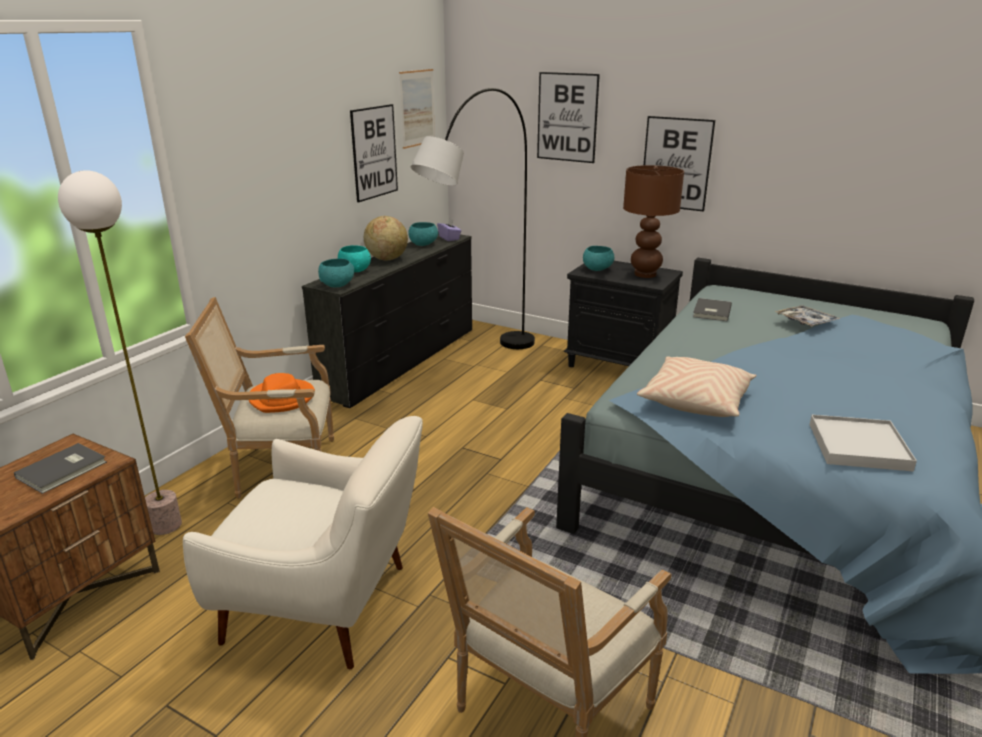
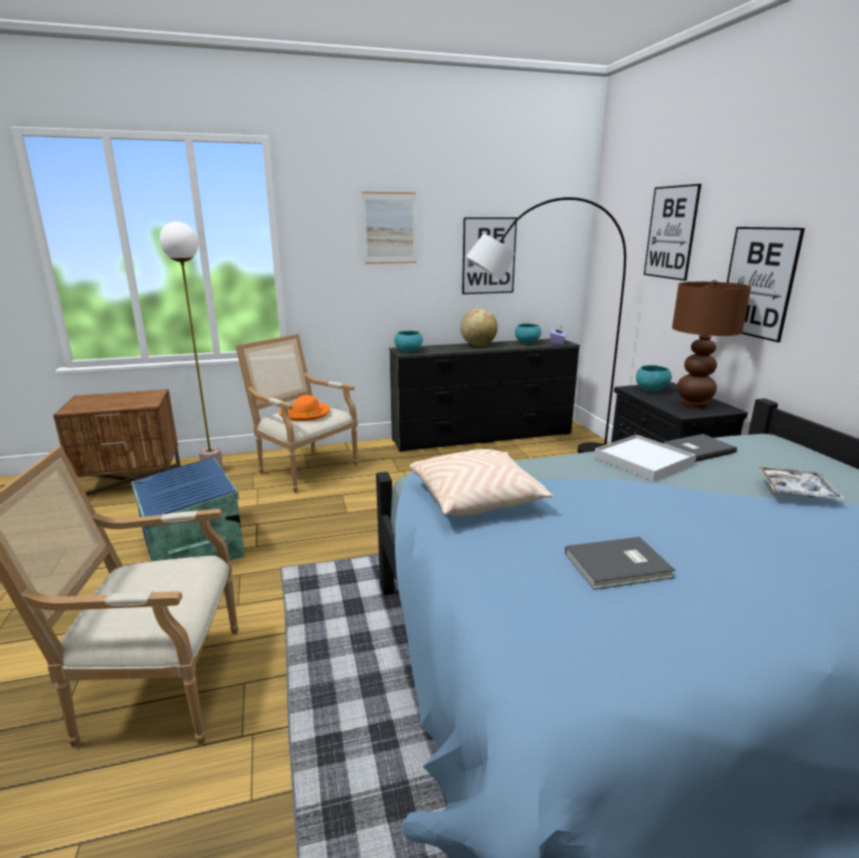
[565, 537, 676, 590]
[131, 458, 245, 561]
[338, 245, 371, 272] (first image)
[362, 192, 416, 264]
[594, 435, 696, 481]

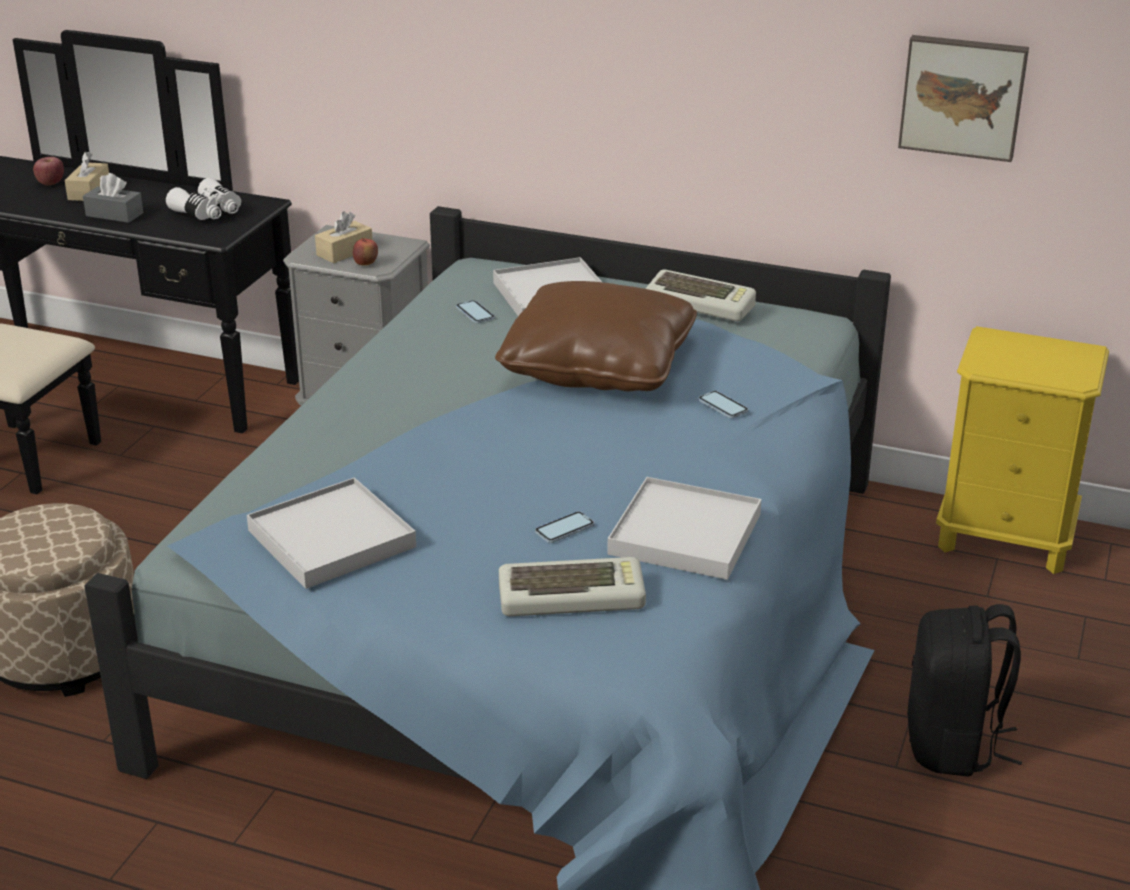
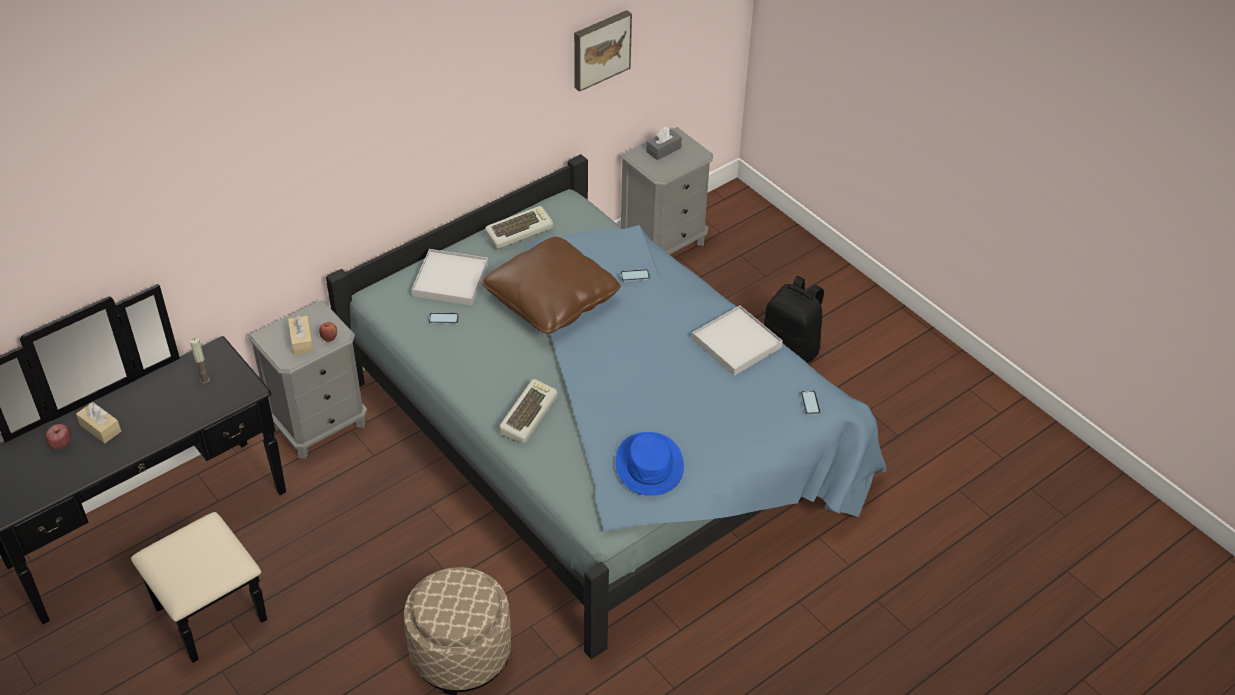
[646, 127, 682, 160]
[190, 337, 210, 384]
[616, 432, 684, 496]
[500, 379, 558, 443]
[800, 390, 821, 415]
[621, 127, 713, 254]

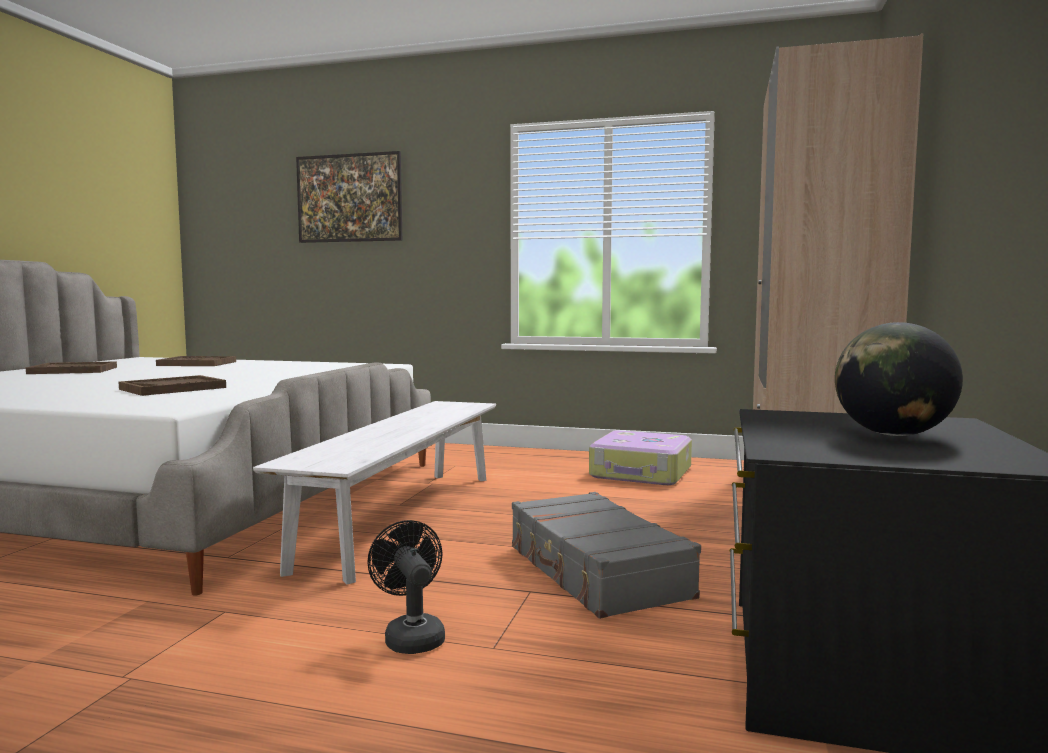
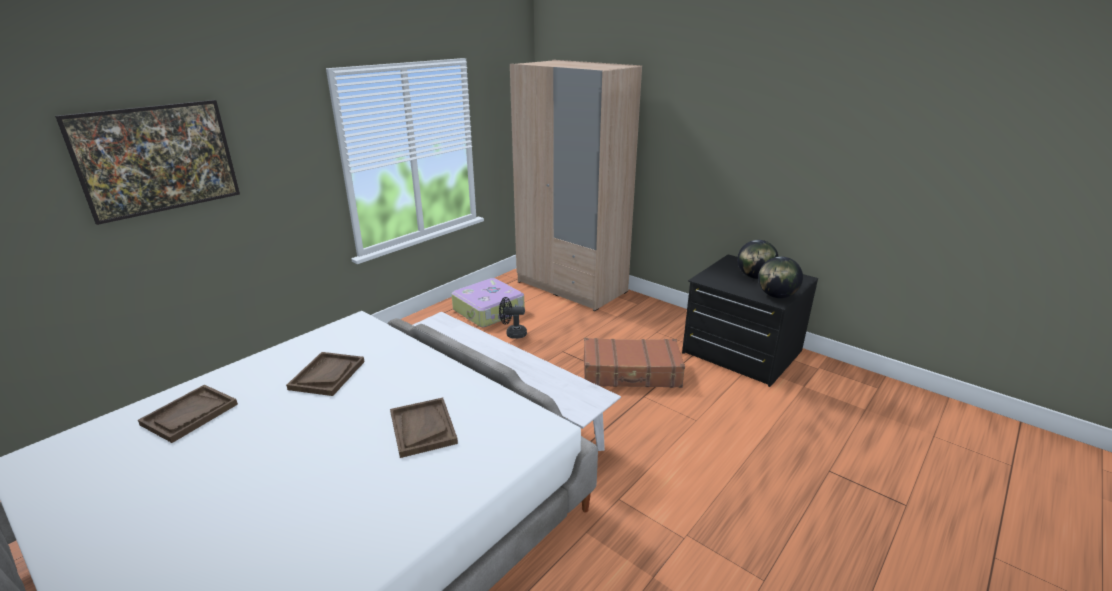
[286, 352, 365, 396]
[499, 297, 527, 339]
[584, 338, 685, 388]
[758, 257, 803, 298]

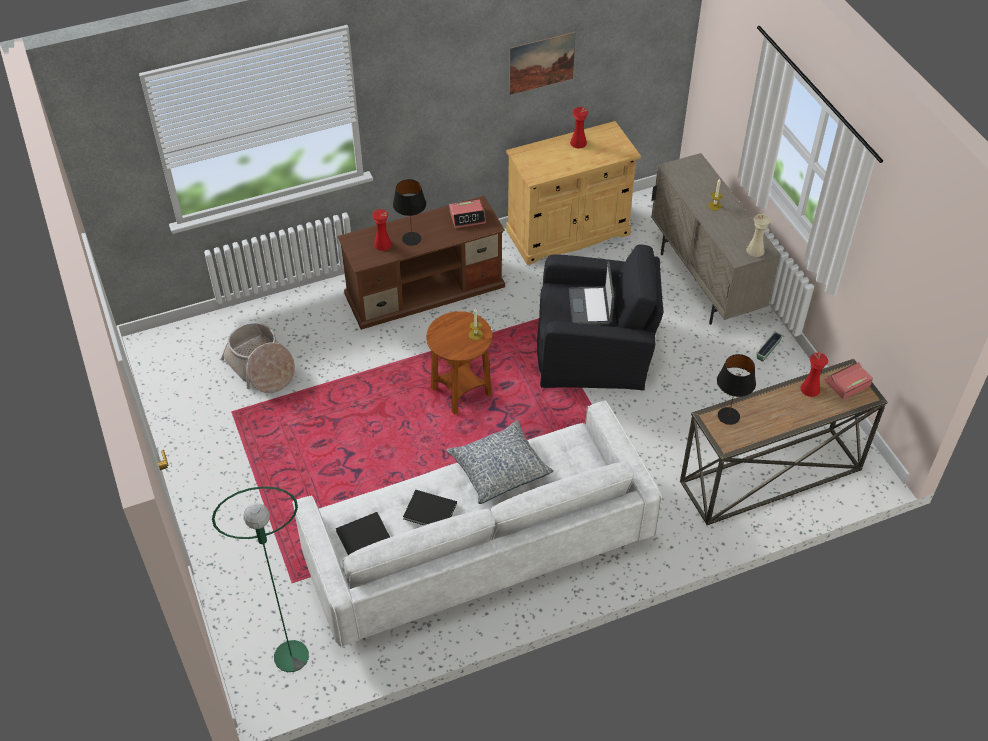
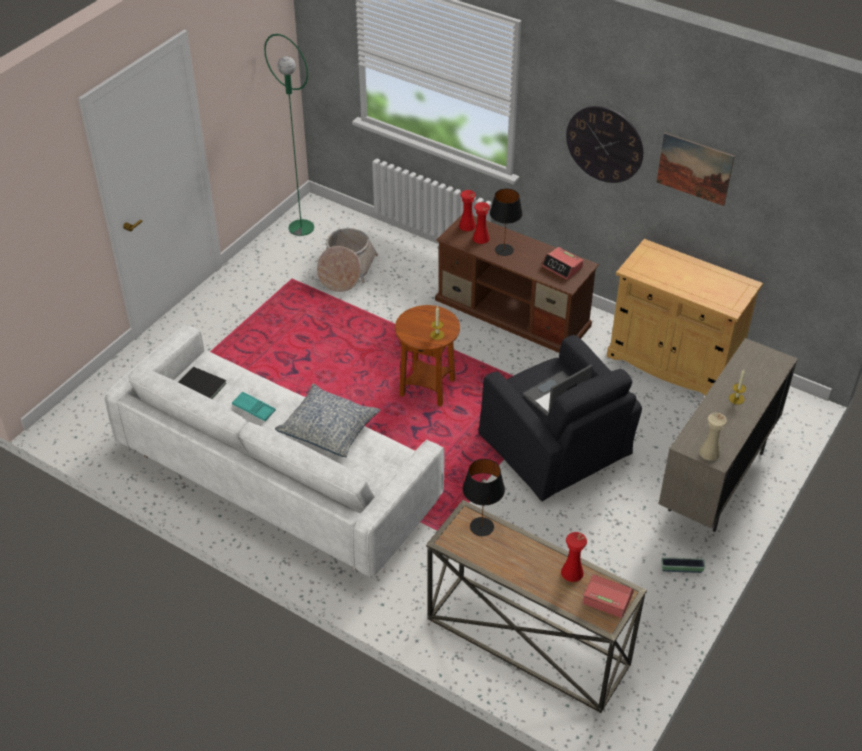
[264, 34, 314, 236]
[232, 392, 276, 421]
[459, 190, 476, 231]
[566, 106, 643, 183]

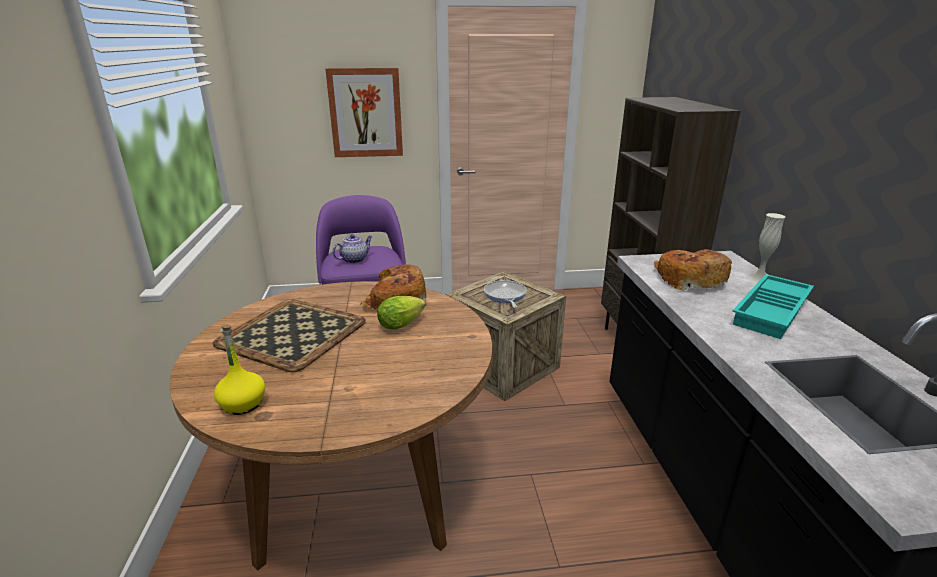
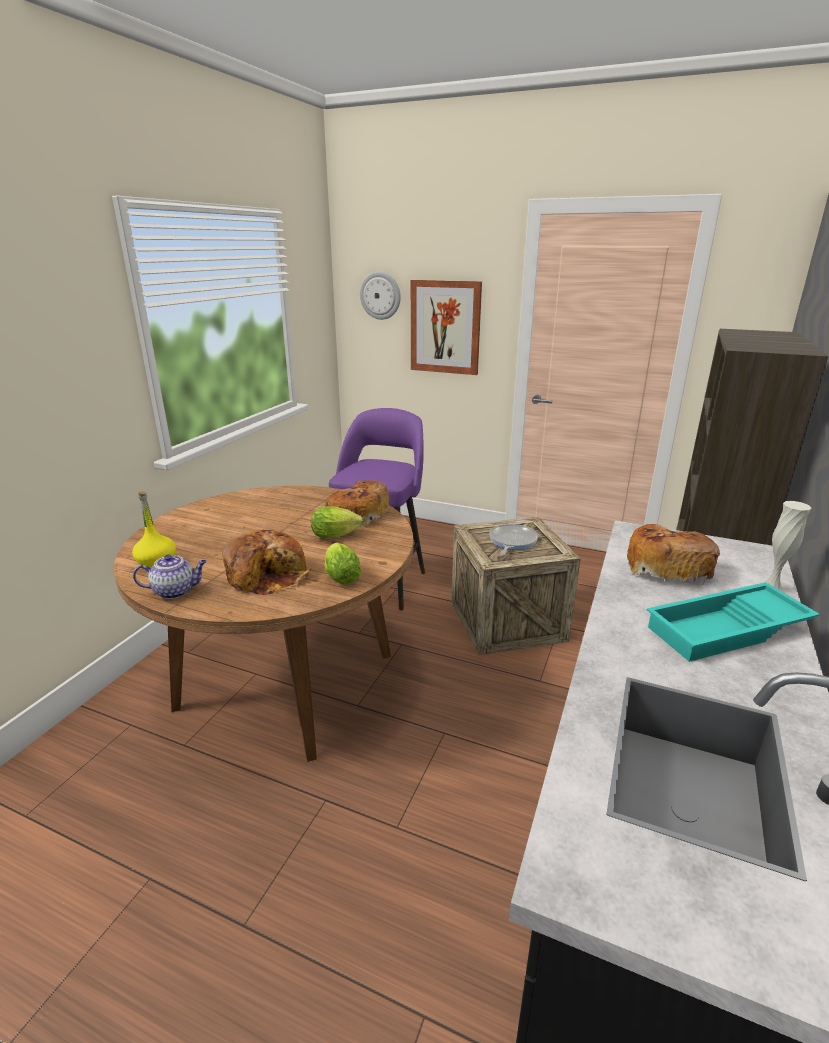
[213, 299, 366, 372] (first image)
[133, 554, 207, 599]
[222, 530, 311, 596]
[325, 542, 361, 584]
[360, 272, 401, 320]

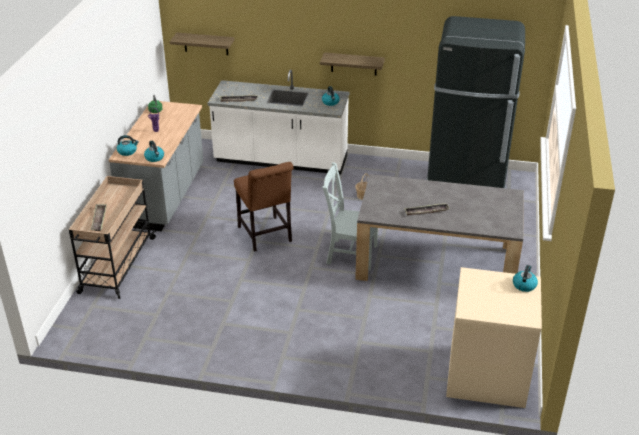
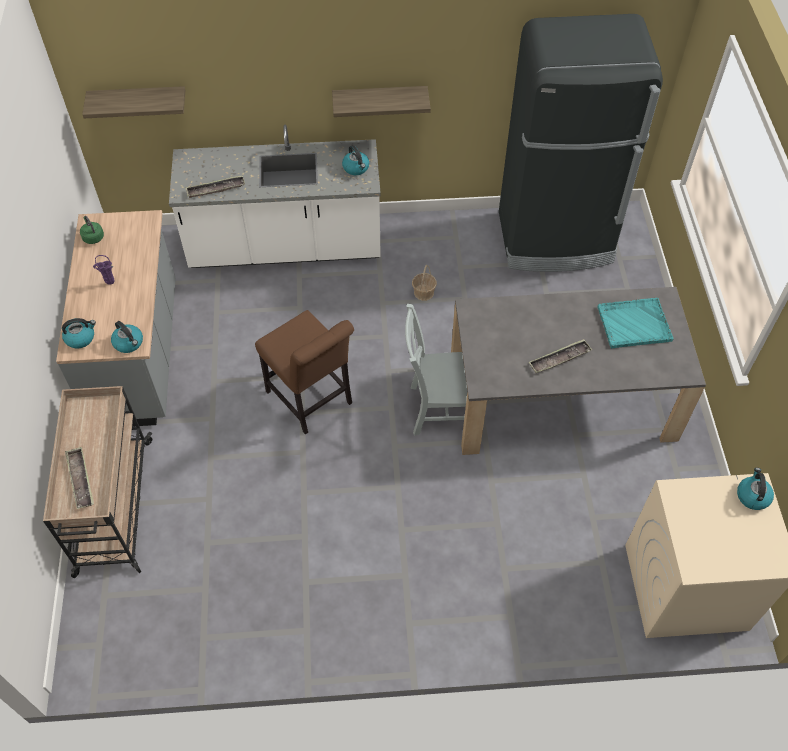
[598, 298, 674, 349]

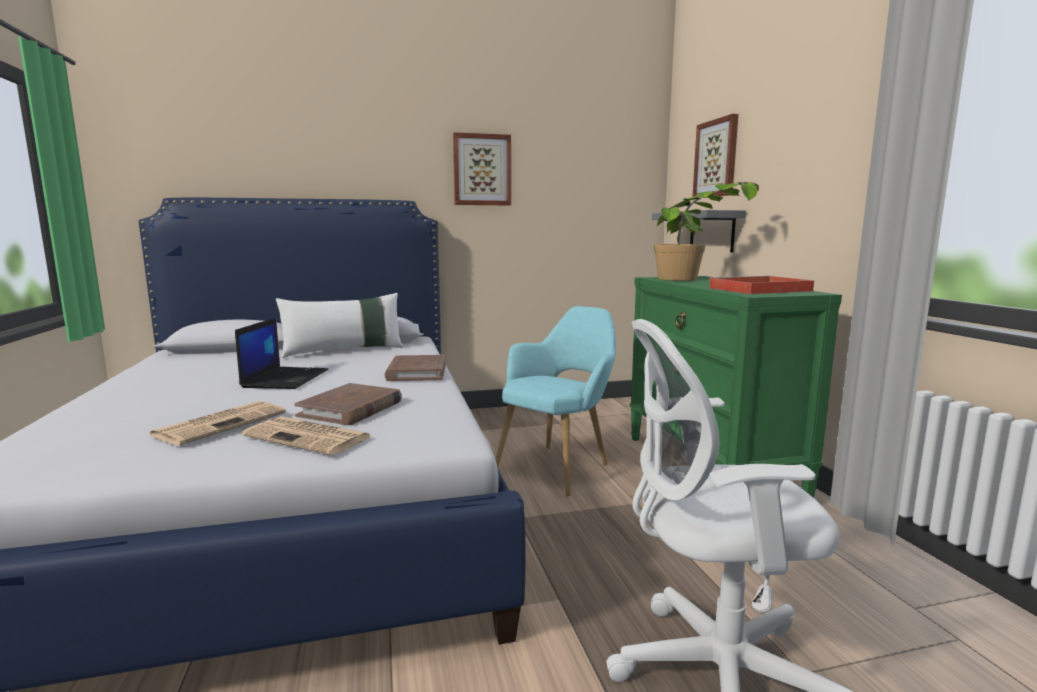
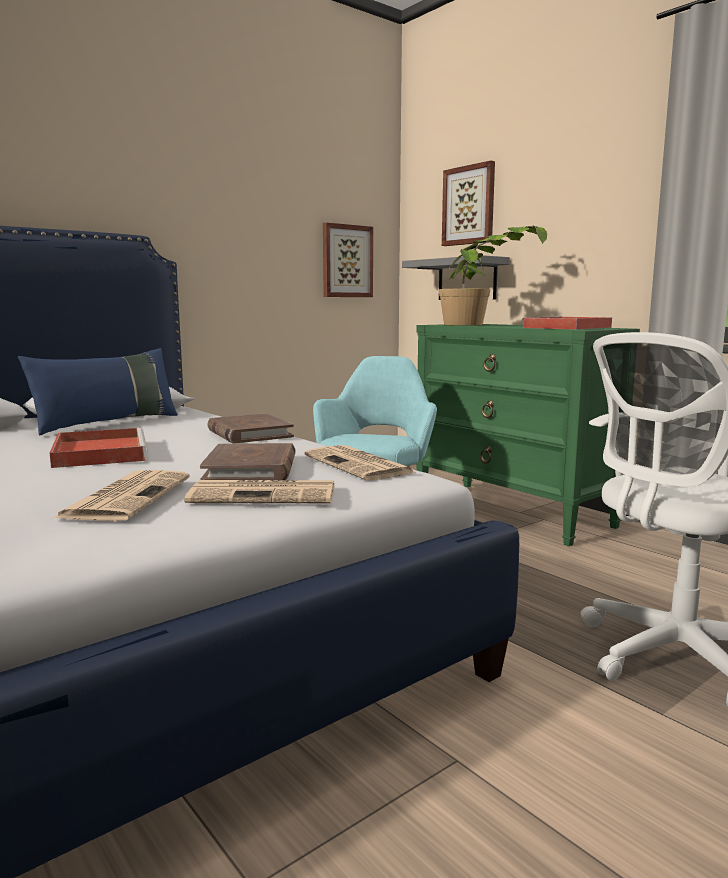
[50, 428, 147, 468]
[18, 348, 178, 435]
[323, 222, 373, 297]
[305, 445, 417, 480]

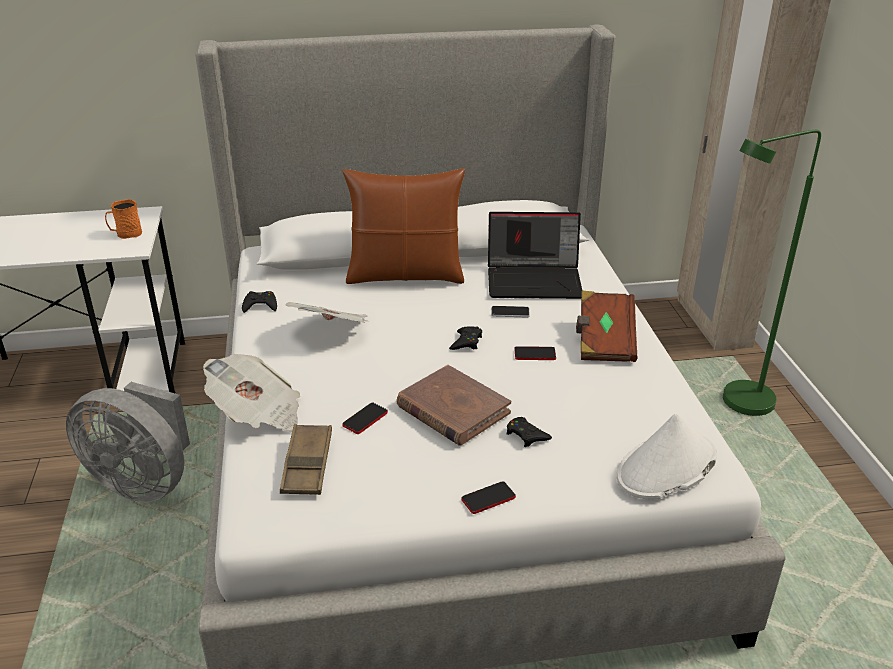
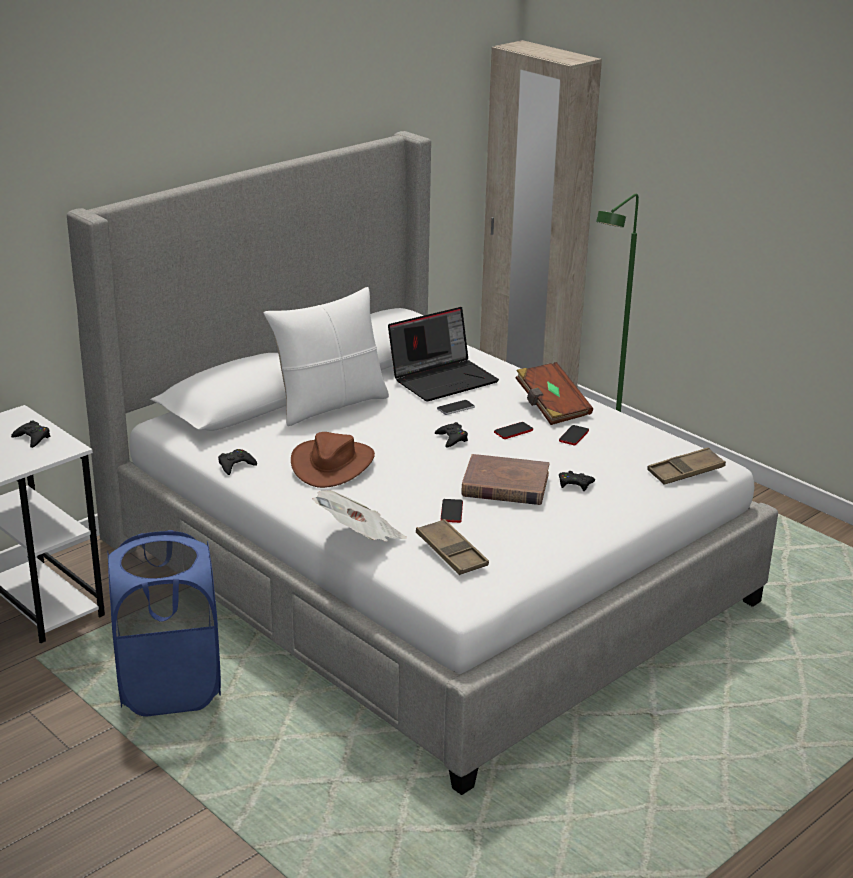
[108, 530, 221, 717]
[11, 420, 50, 448]
[291, 432, 375, 488]
[264, 287, 389, 426]
[559, 425, 589, 446]
[647, 447, 726, 485]

